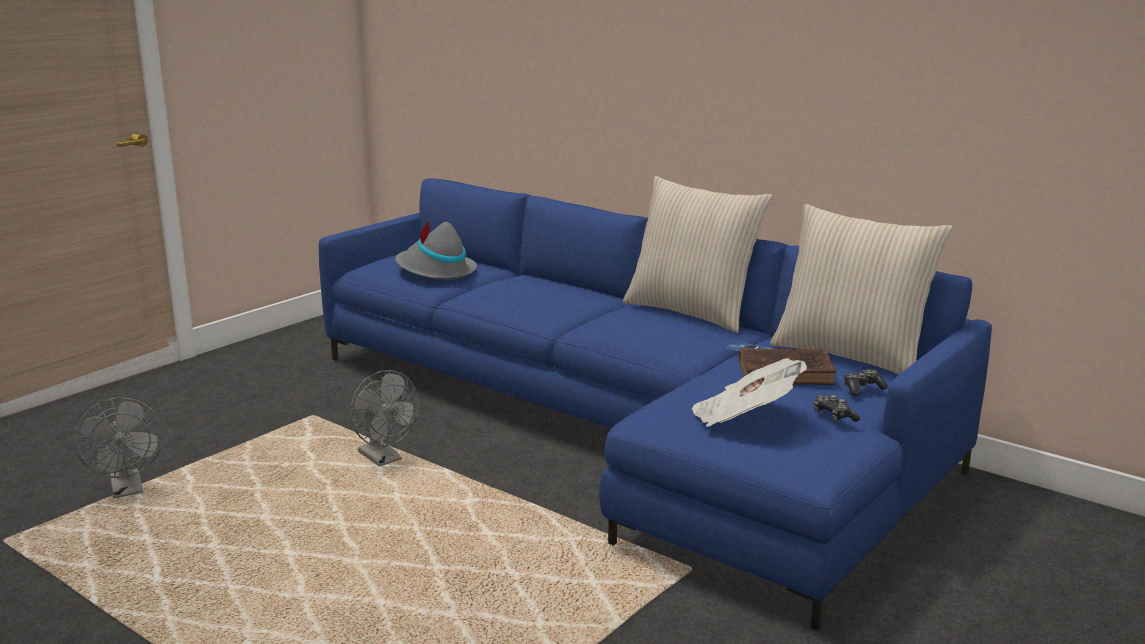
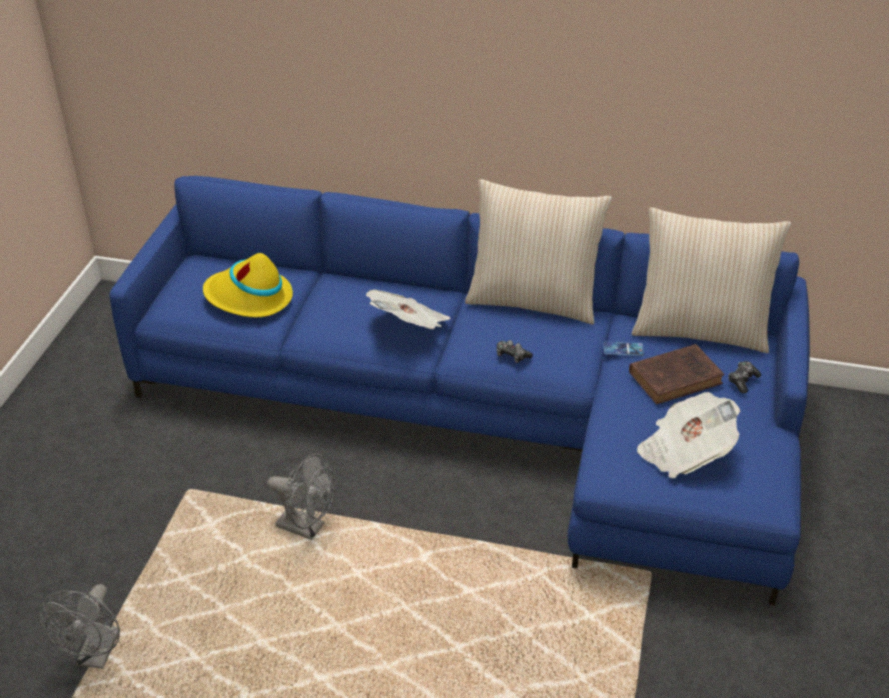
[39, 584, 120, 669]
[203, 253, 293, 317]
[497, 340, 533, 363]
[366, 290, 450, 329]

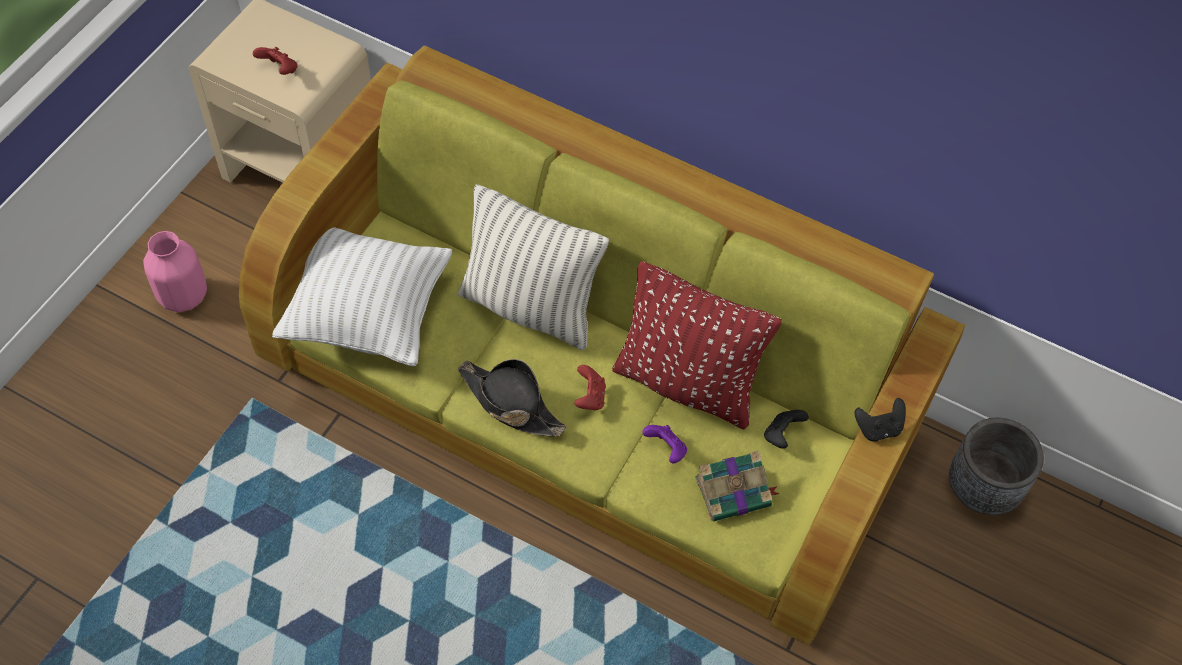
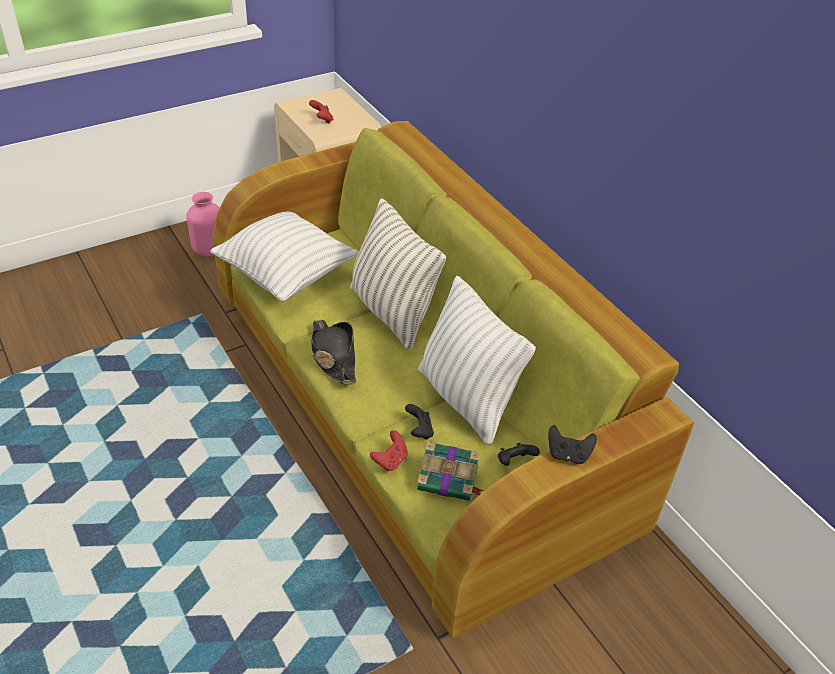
[370, 430, 408, 471]
[418, 276, 536, 445]
[405, 404, 434, 440]
[949, 418, 1044, 515] (first image)

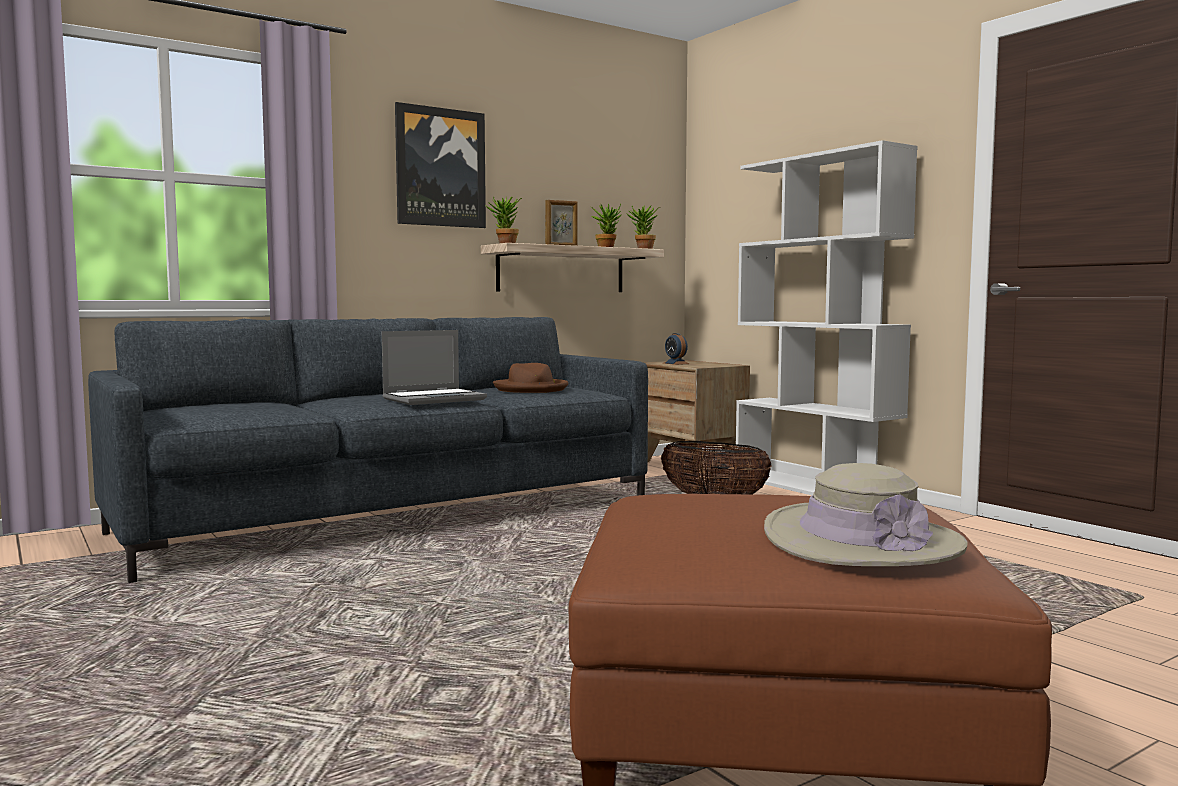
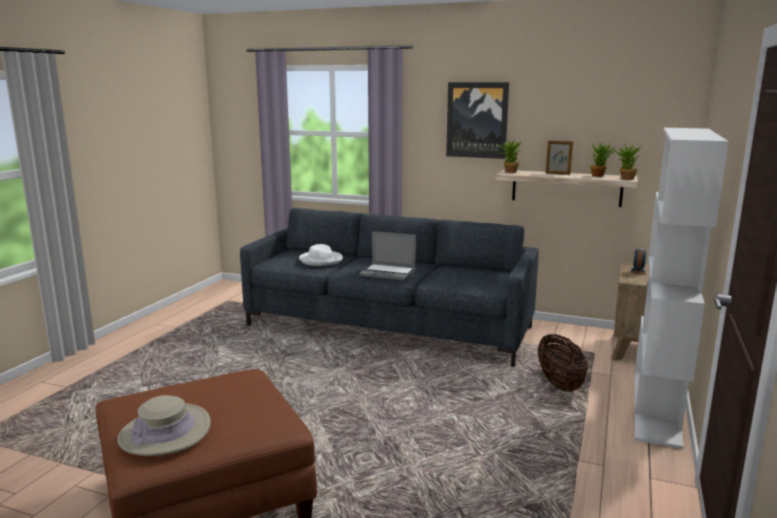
[493, 363, 568, 393] (first image)
[299, 244, 343, 266]

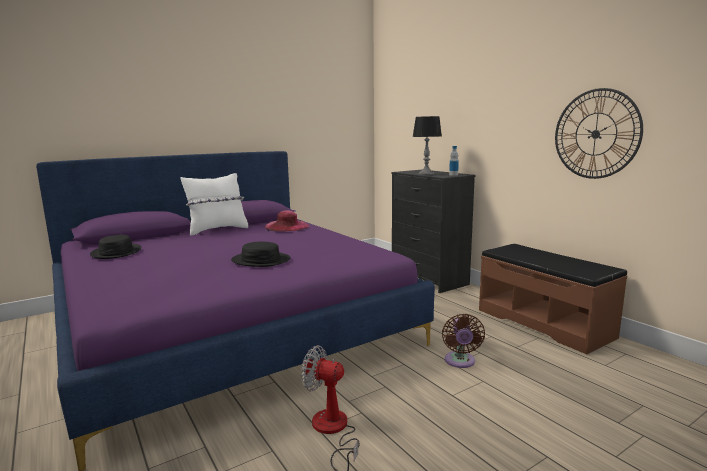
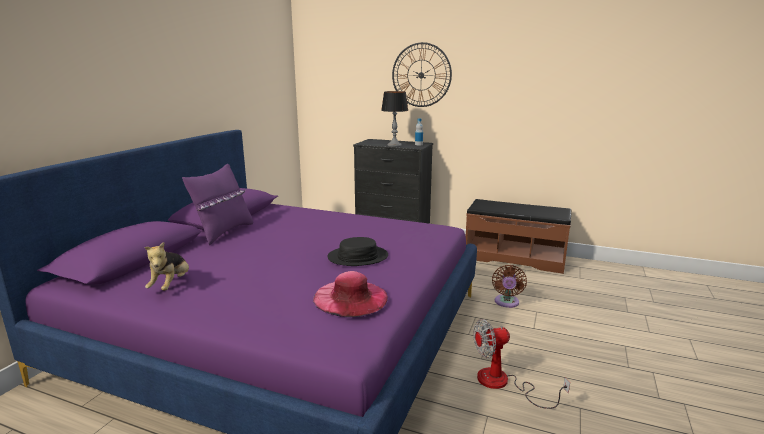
[144, 242, 189, 291]
[182, 164, 253, 245]
[313, 271, 388, 317]
[492, 265, 527, 308]
[392, 42, 452, 107]

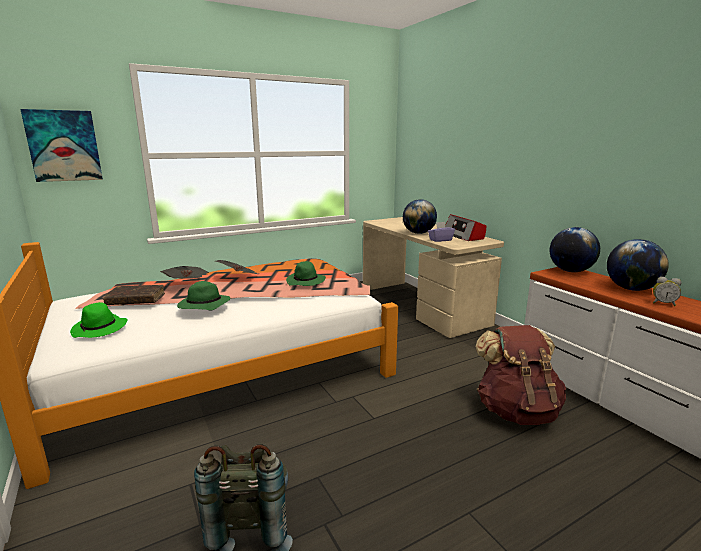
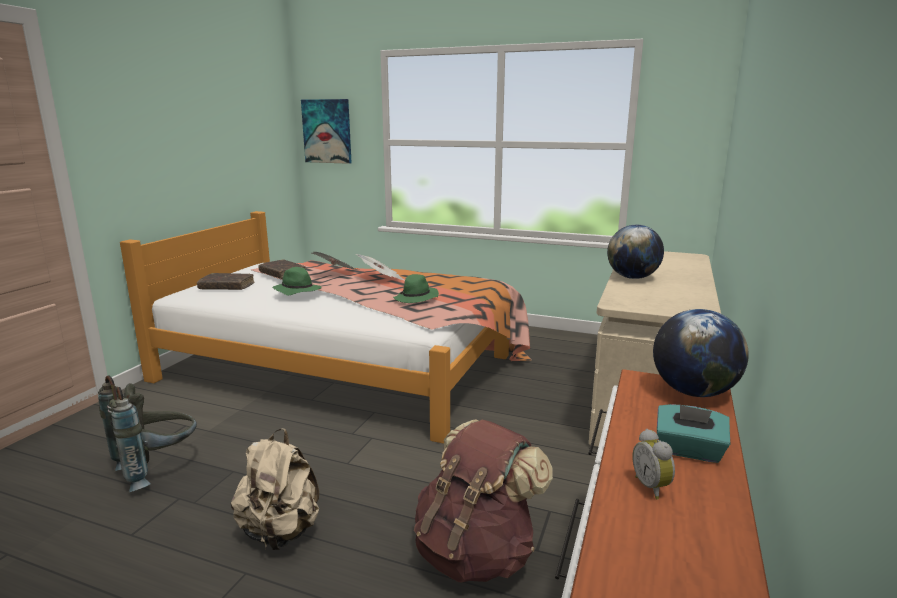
[197, 273, 255, 290]
[428, 222, 455, 242] (first image)
[445, 214, 486, 241] (first image)
[657, 404, 730, 463]
[231, 428, 319, 550]

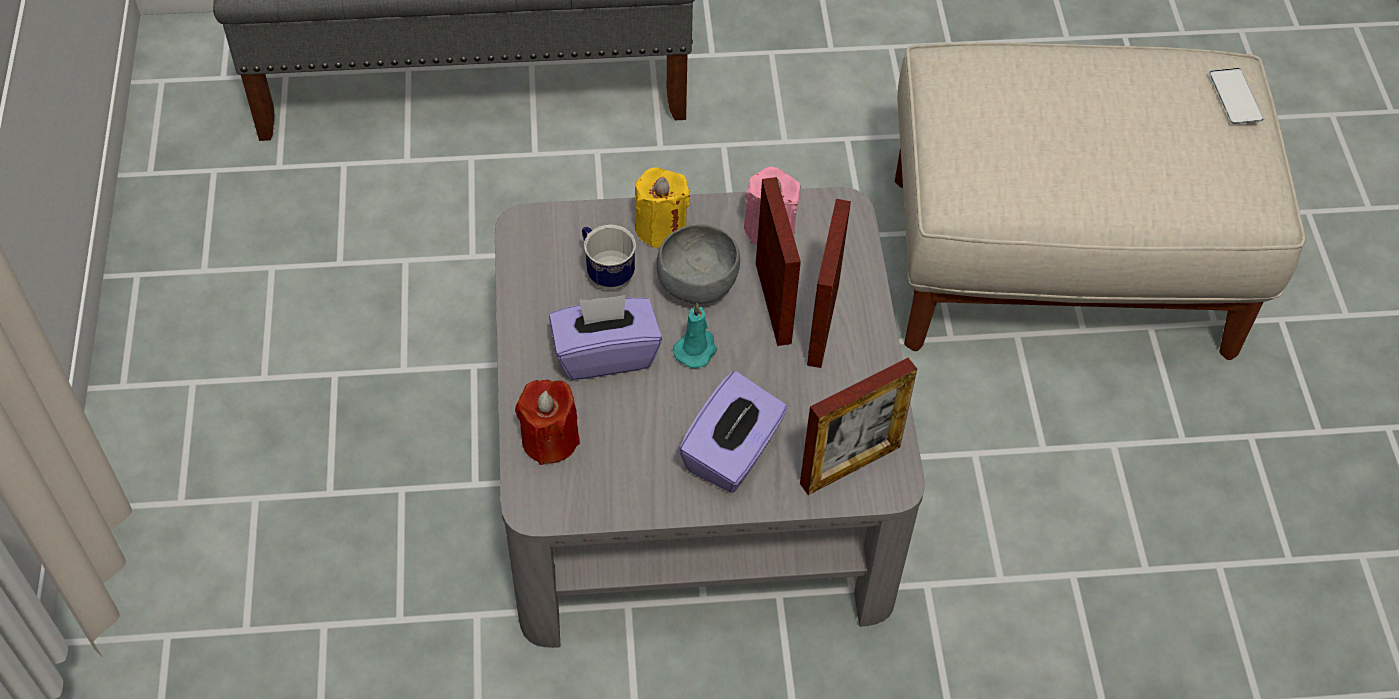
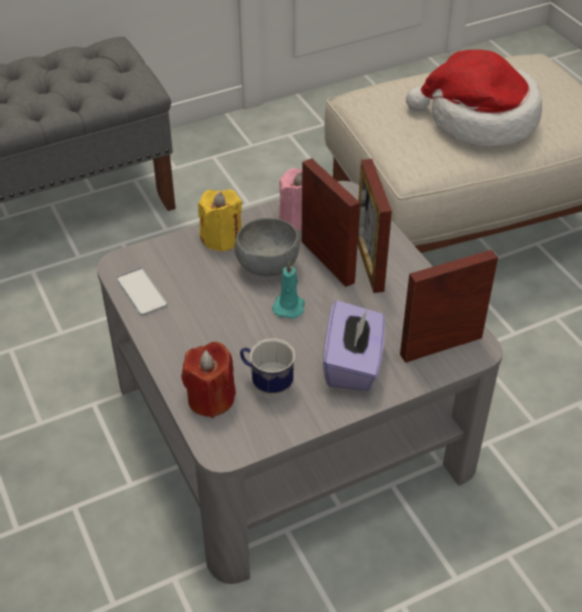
[549, 295, 662, 380] (first image)
[240, 338, 295, 396]
[400, 250, 498, 363]
[117, 268, 167, 315]
[406, 50, 542, 147]

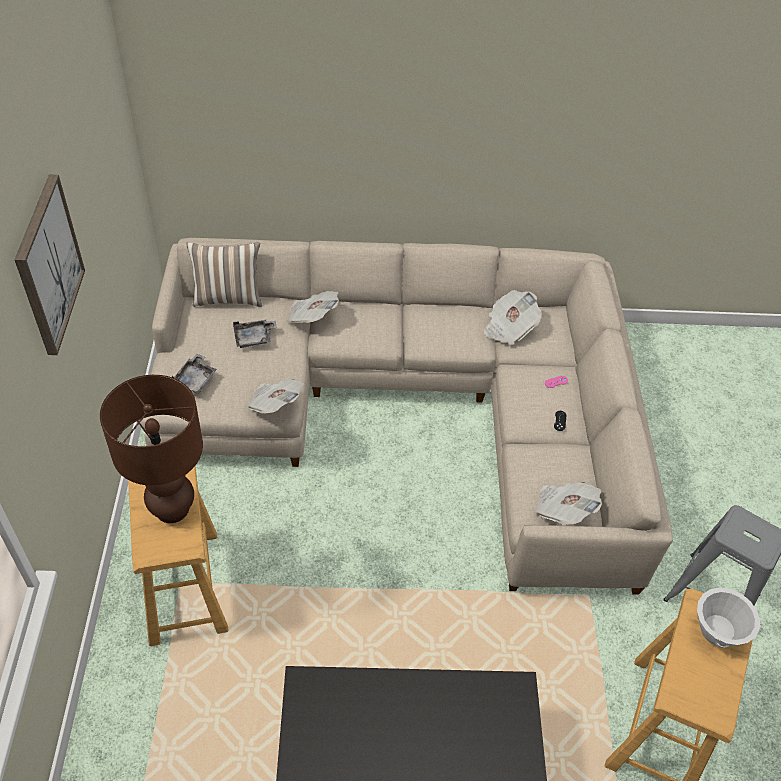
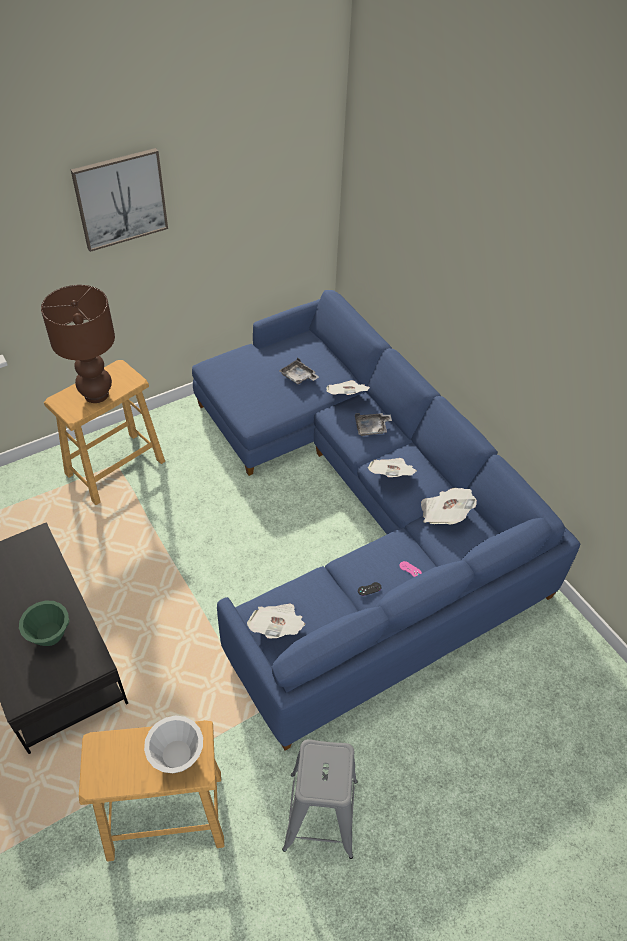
[192, 290, 580, 751]
[355, 413, 392, 436]
[186, 242, 262, 307] (first image)
[368, 458, 417, 477]
[19, 601, 69, 646]

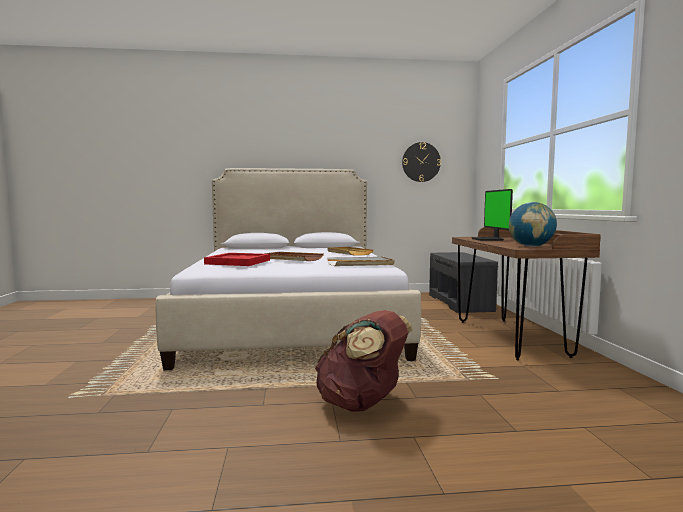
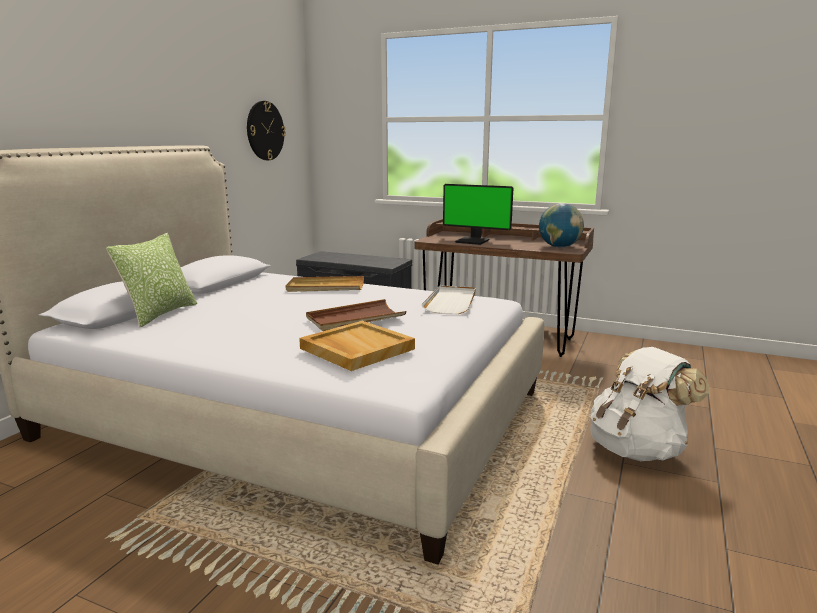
[299, 321, 415, 371]
[590, 347, 710, 461]
[106, 233, 197, 327]

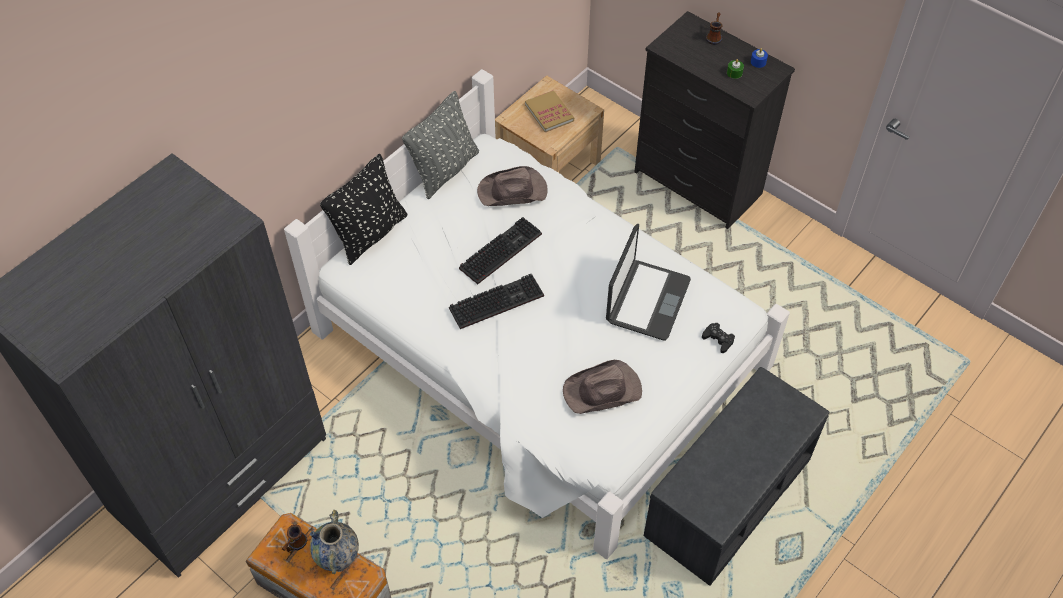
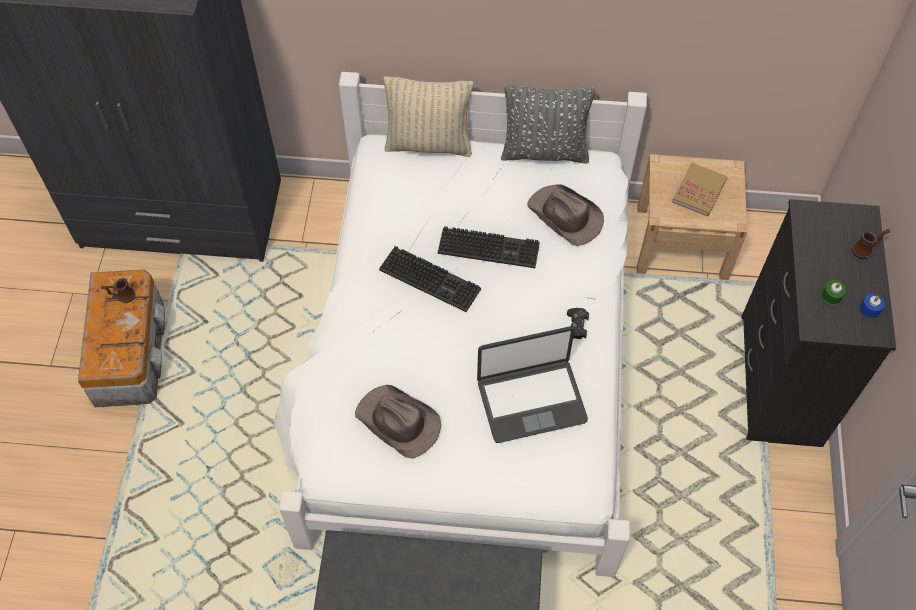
[310, 510, 359, 574] (first image)
[383, 76, 473, 157]
[567, 308, 589, 339]

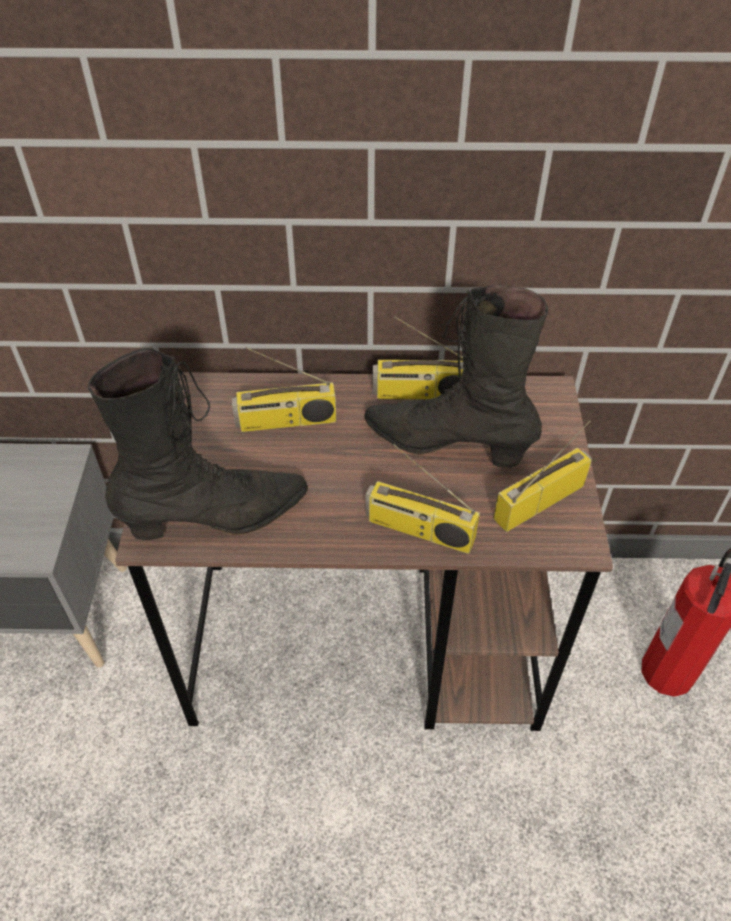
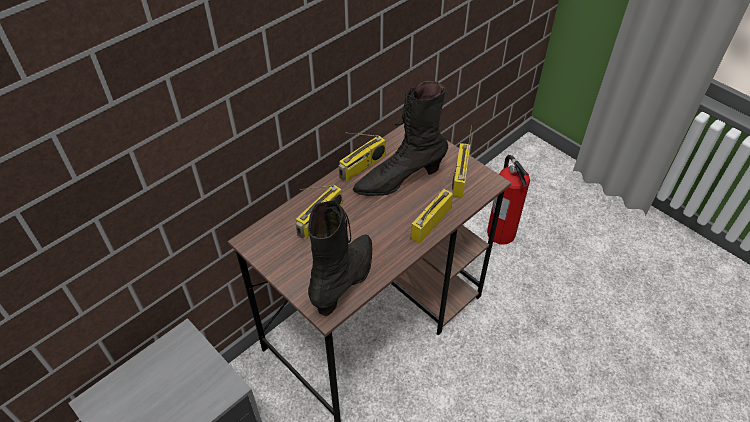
[411, 173, 453, 244]

